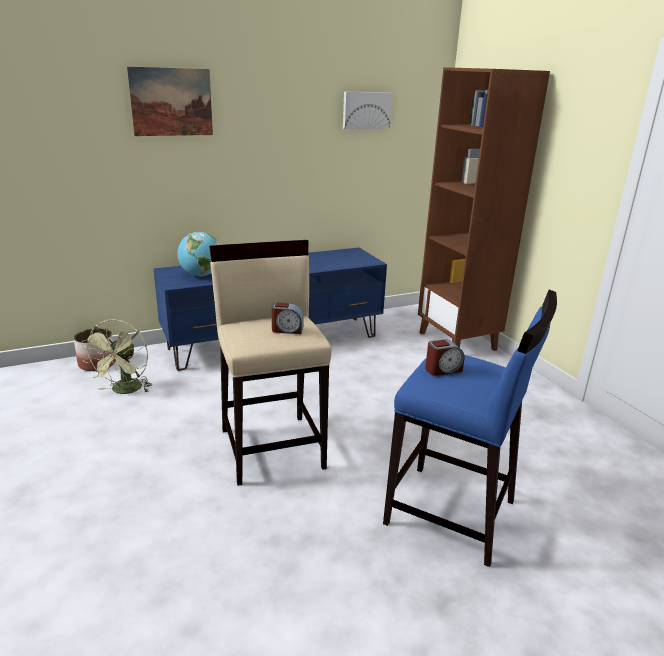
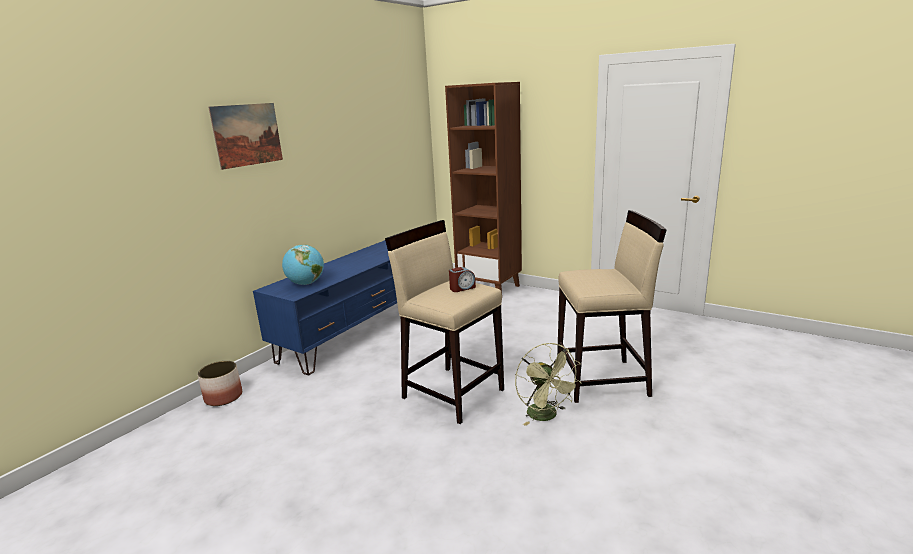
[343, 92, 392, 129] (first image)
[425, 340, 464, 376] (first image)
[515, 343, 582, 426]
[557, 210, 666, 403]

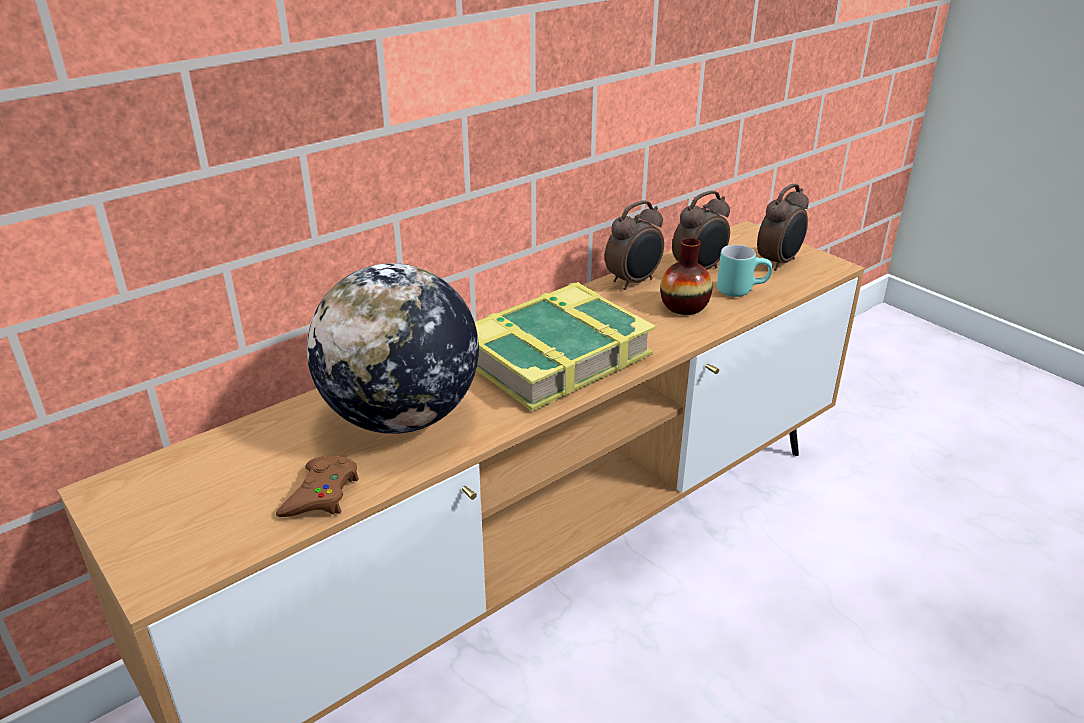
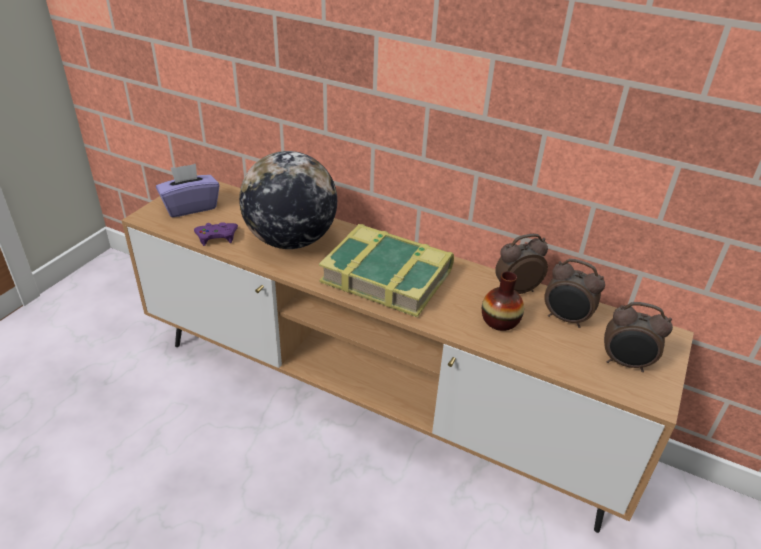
[717, 245, 773, 297] (first image)
[156, 164, 220, 217]
[194, 222, 238, 246]
[495, 234, 548, 294]

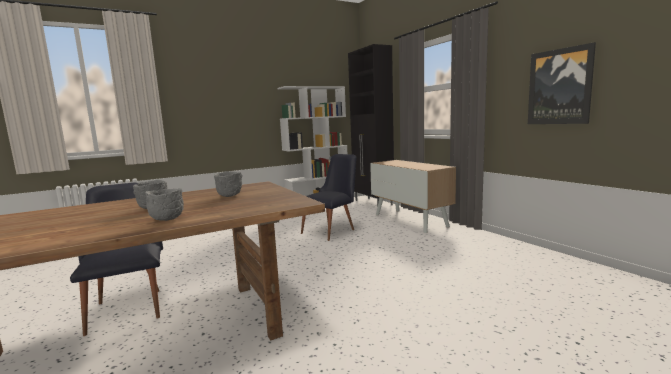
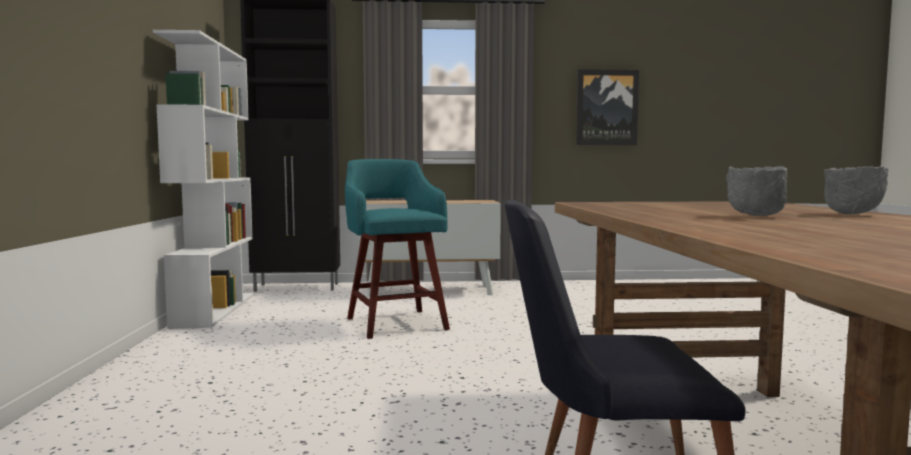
[214, 171, 243, 197] (first image)
[345, 159, 450, 339]

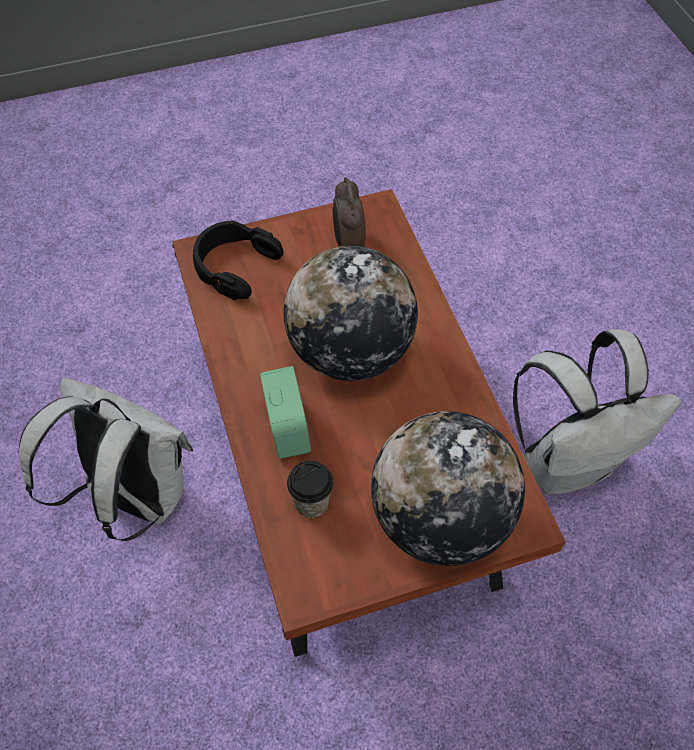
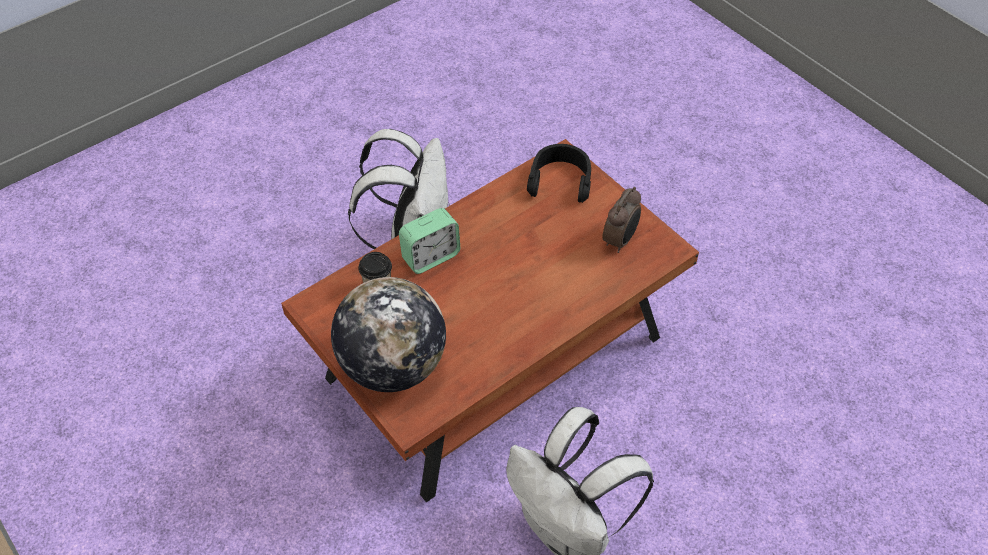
[283, 246, 418, 381] (first image)
[602, 187, 641, 253]

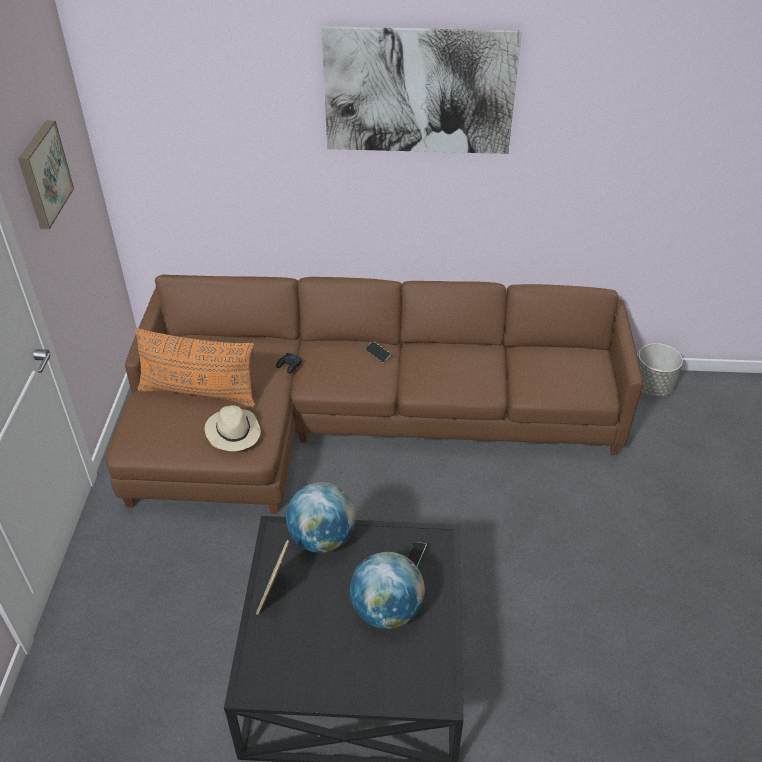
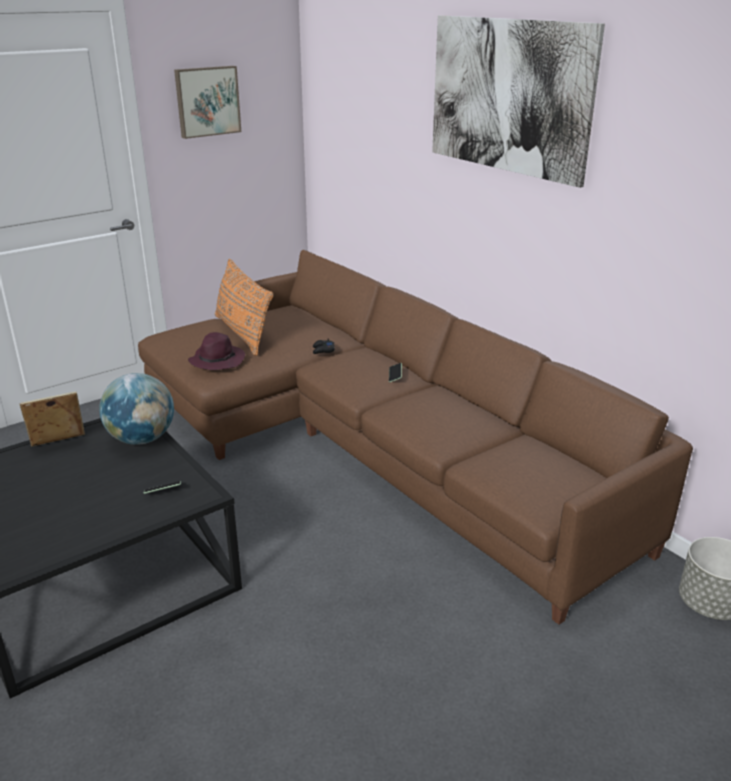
[350, 552, 425, 629] (first image)
[188, 332, 245, 370]

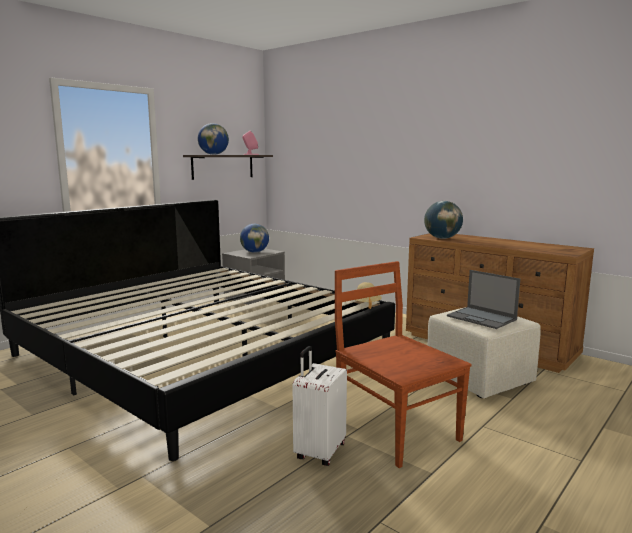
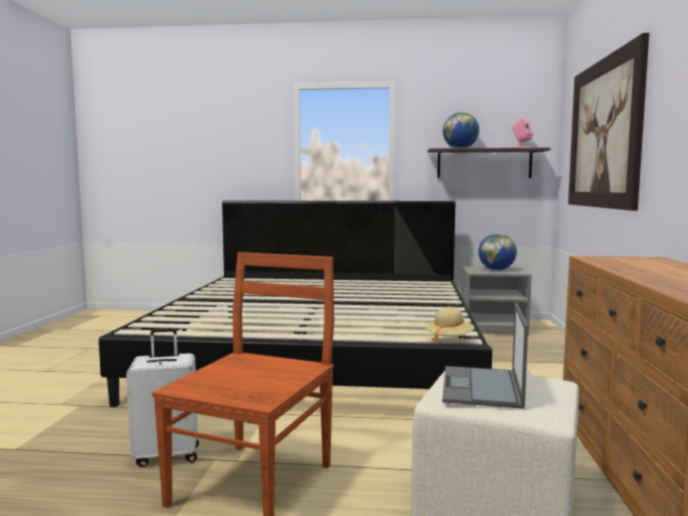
[424, 201, 463, 239] (first image)
[568, 33, 649, 211]

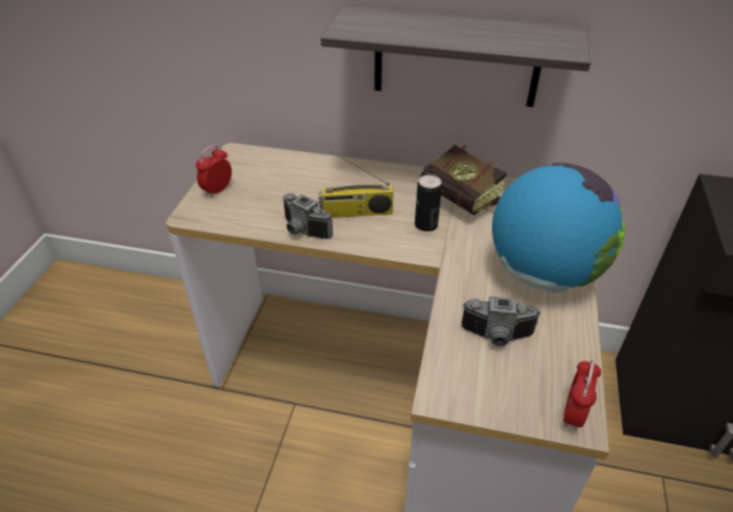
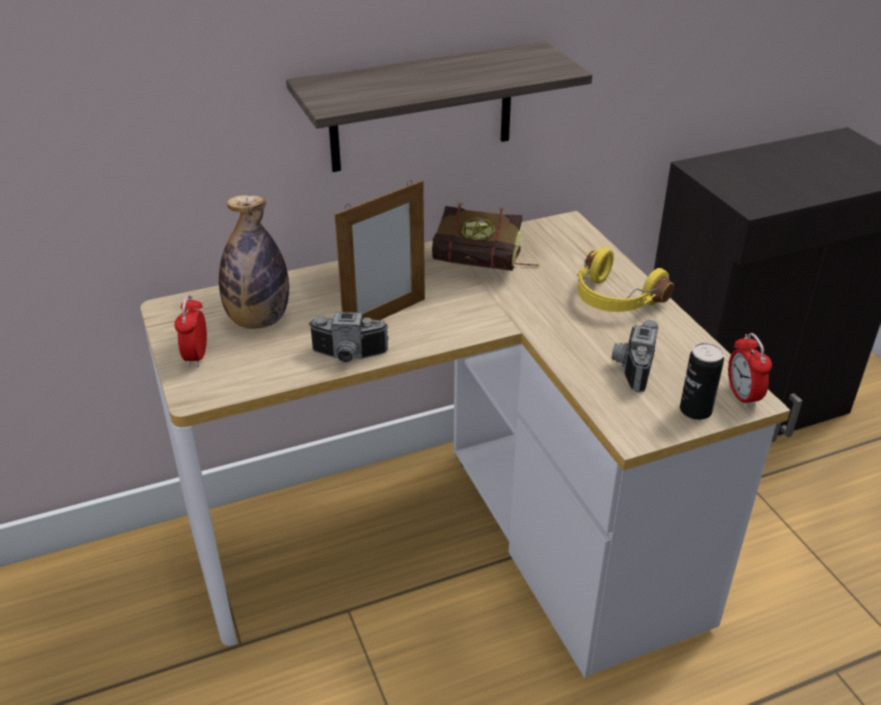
[219, 195, 289, 329]
[680, 343, 724, 420]
[335, 180, 425, 320]
[577, 247, 674, 312]
[612, 320, 659, 393]

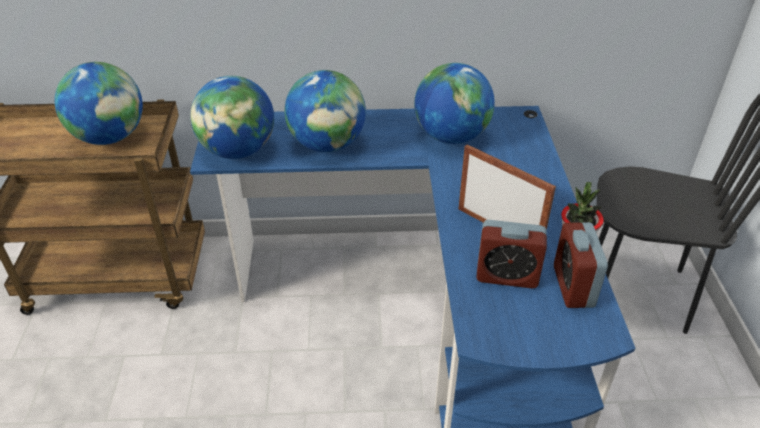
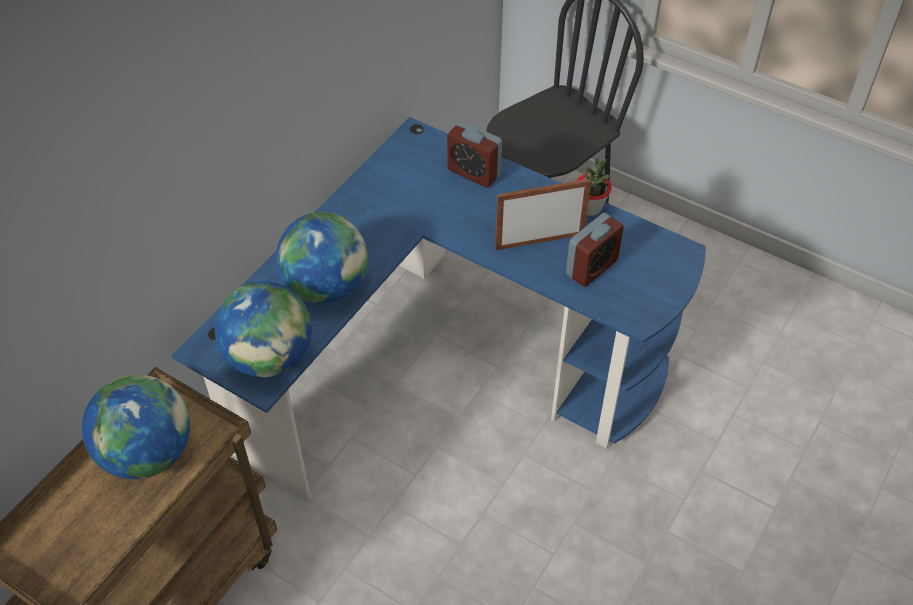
[414, 63, 495, 144] (first image)
[447, 121, 502, 187]

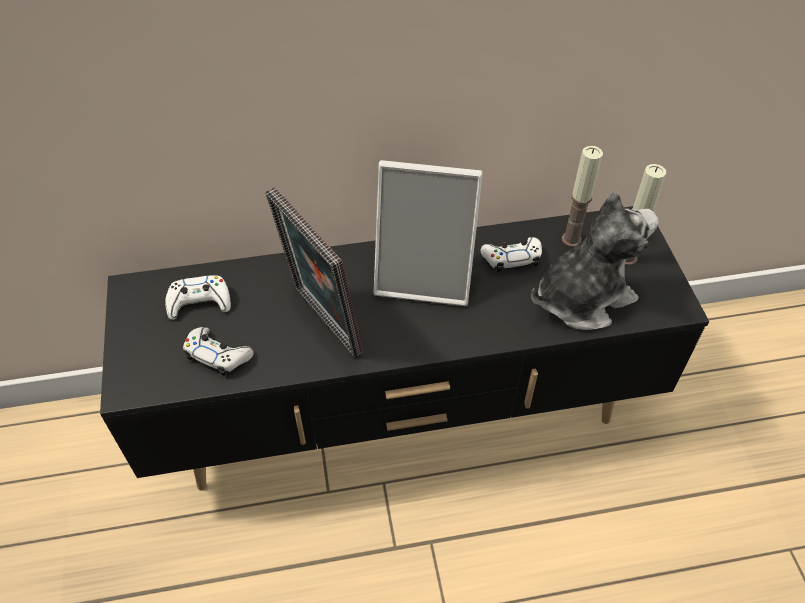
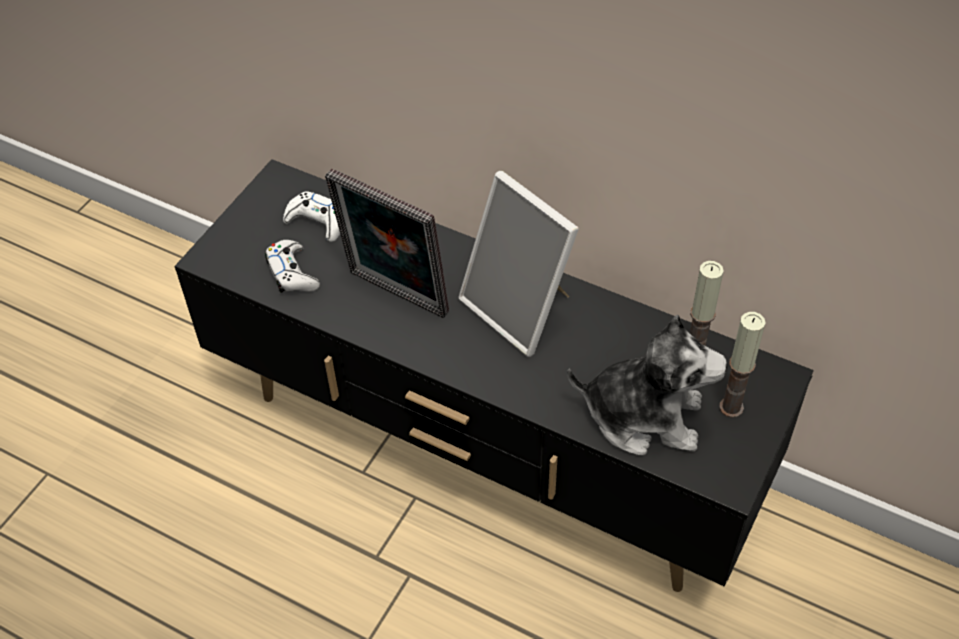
[481, 237, 542, 272] (first image)
[325, 168, 449, 318]

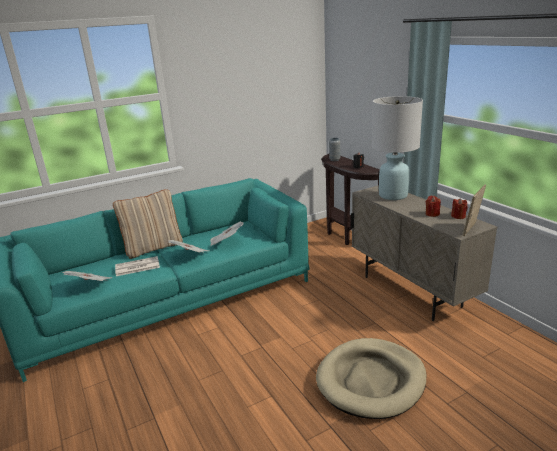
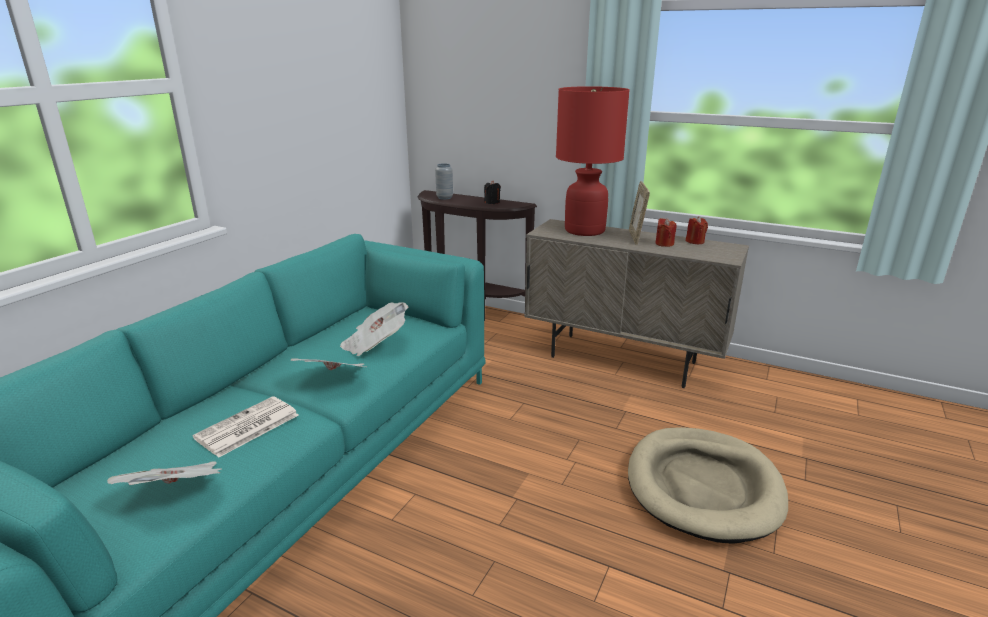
[113, 189, 183, 259] (first image)
[629, 181, 650, 245]
[556, 86, 630, 236]

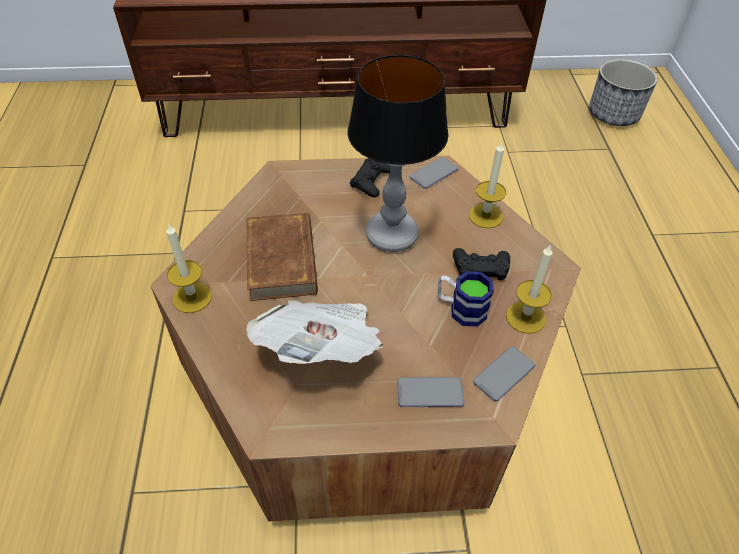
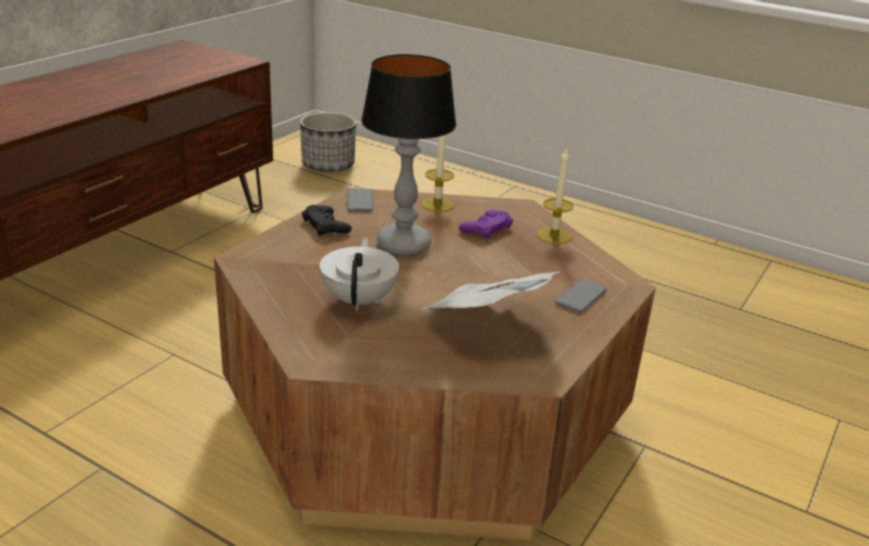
[166, 223, 212, 313] (first image)
[438, 271, 494, 327] (first image)
[473, 346, 536, 401] (first image)
[320, 237, 399, 310]
[459, 210, 513, 239]

